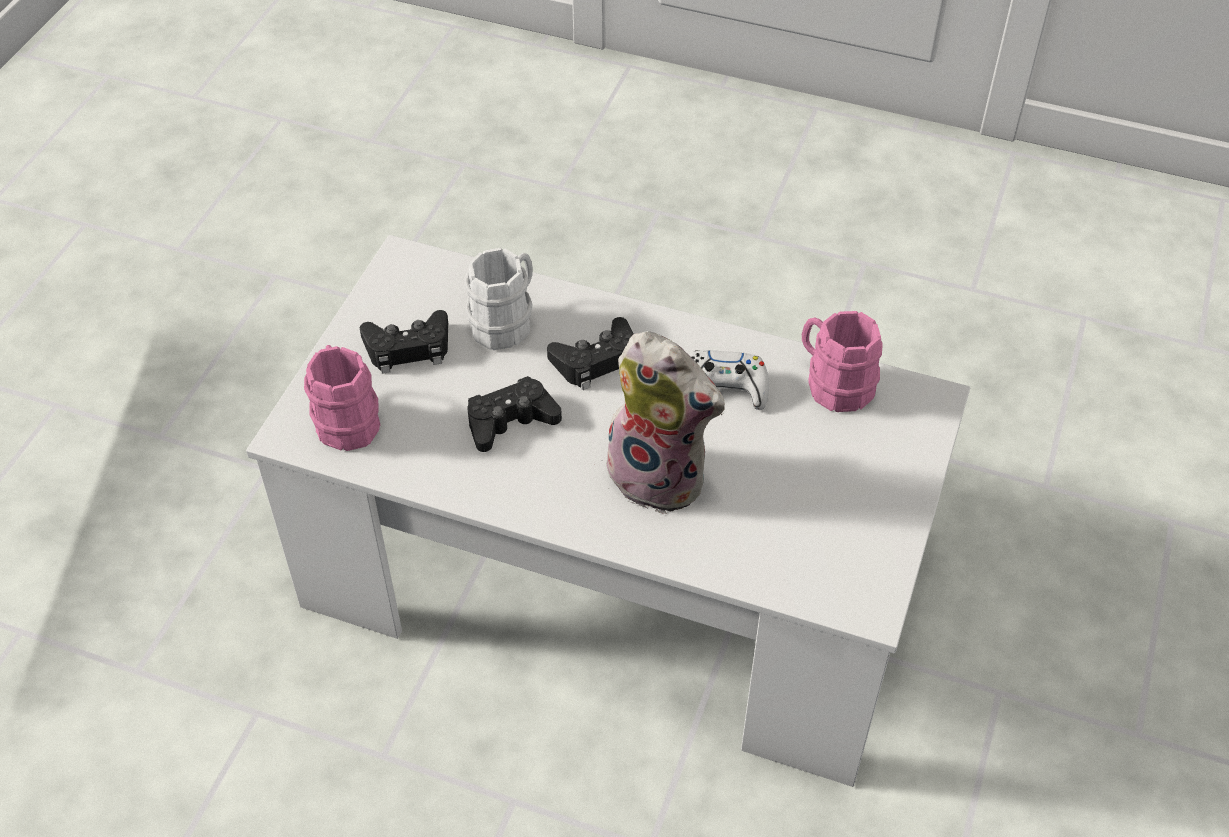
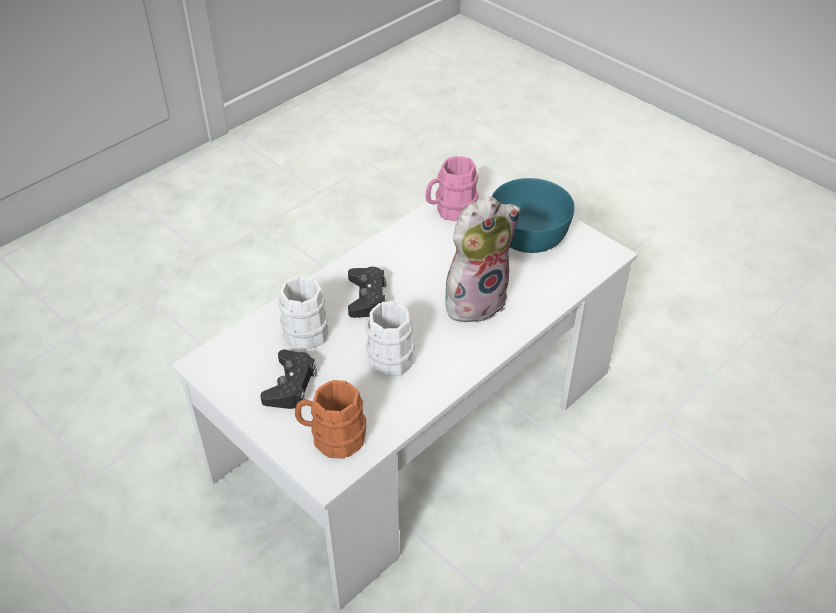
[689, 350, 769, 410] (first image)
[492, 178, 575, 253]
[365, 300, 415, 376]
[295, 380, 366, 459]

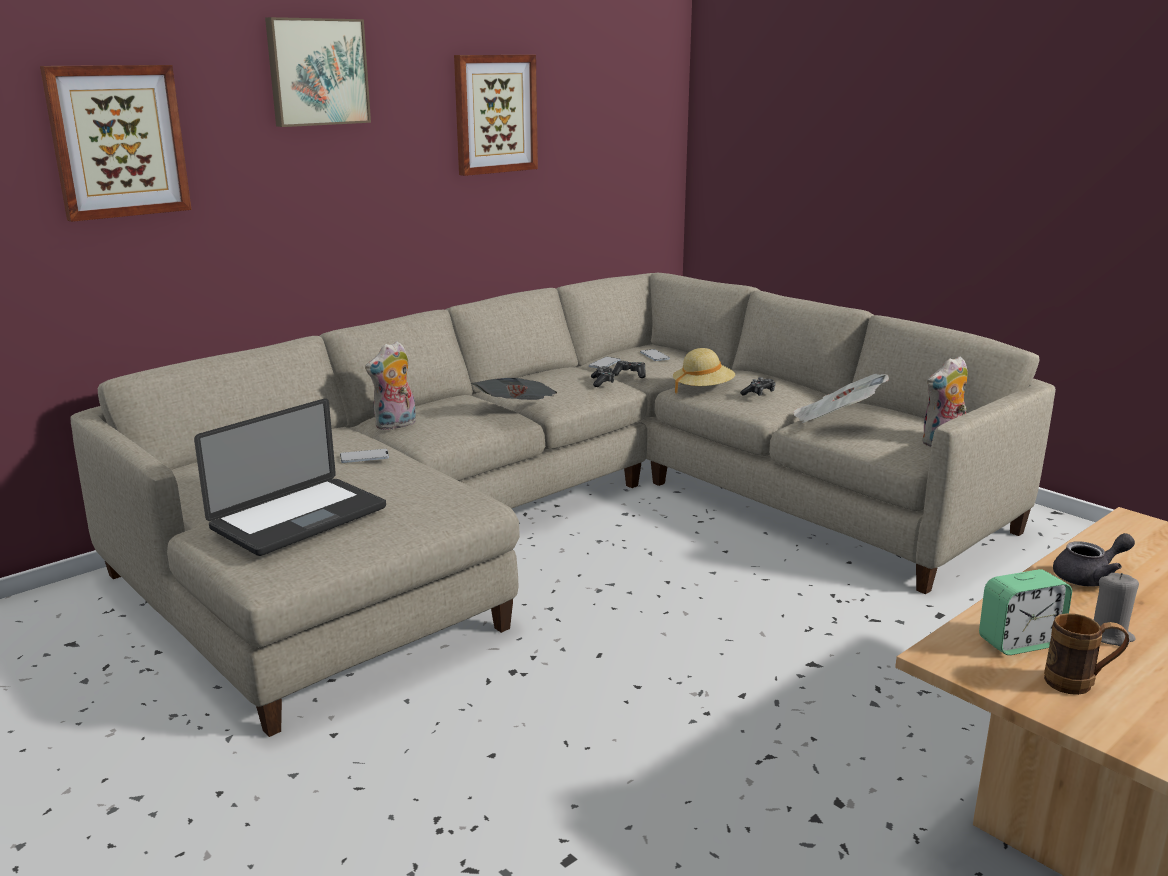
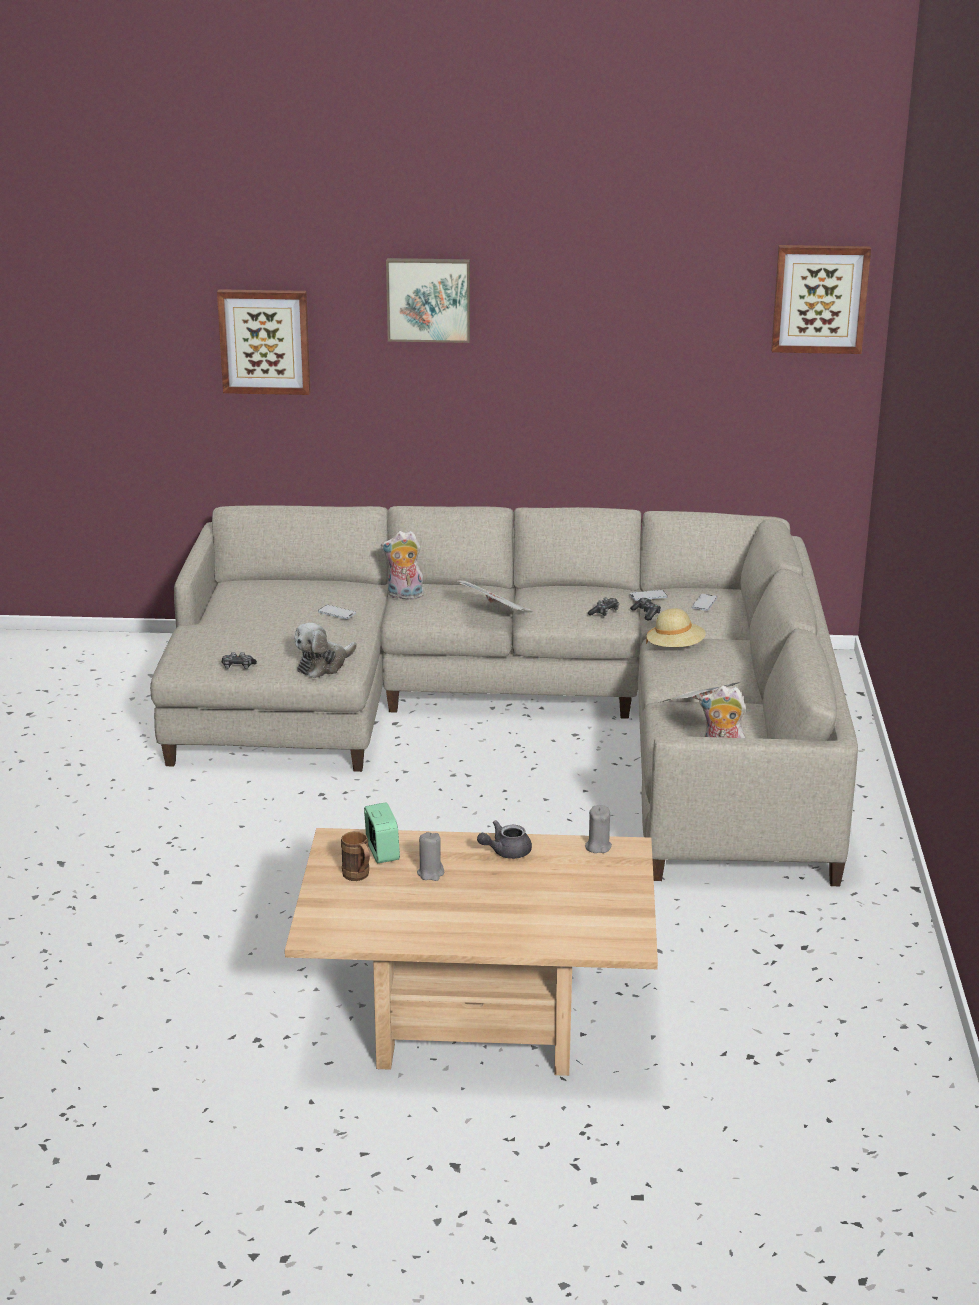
[194, 398, 386, 556] (first image)
[294, 623, 357, 678]
[585, 805, 612, 853]
[771, 245, 871, 354]
[222, 652, 257, 669]
[364, 802, 400, 863]
[477, 820, 532, 859]

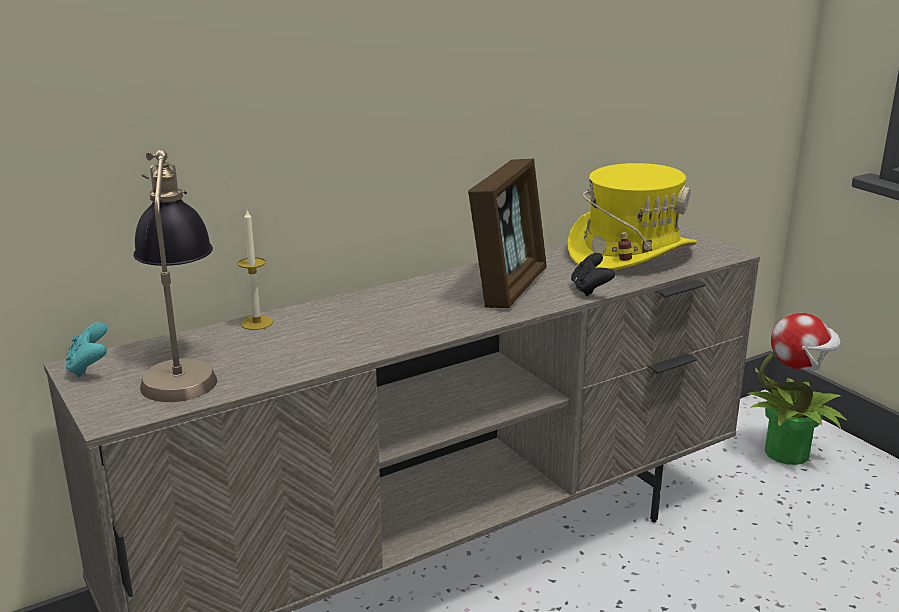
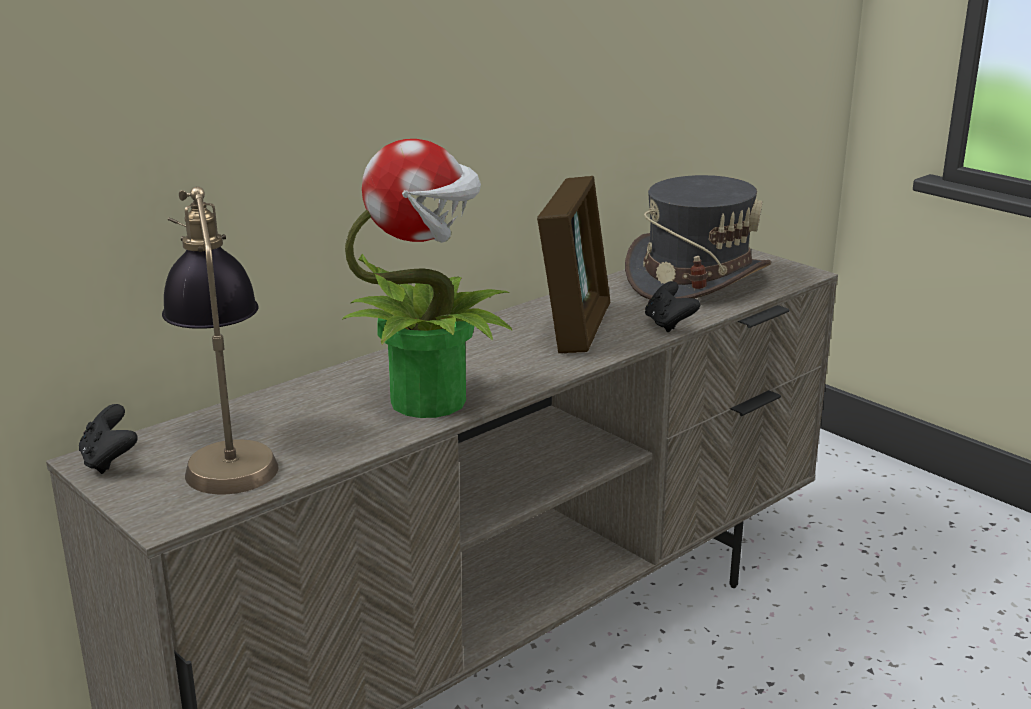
[237, 210, 273, 330] (first image)
[342, 139, 512, 418]
[79, 404, 138, 474]
[625, 175, 772, 300]

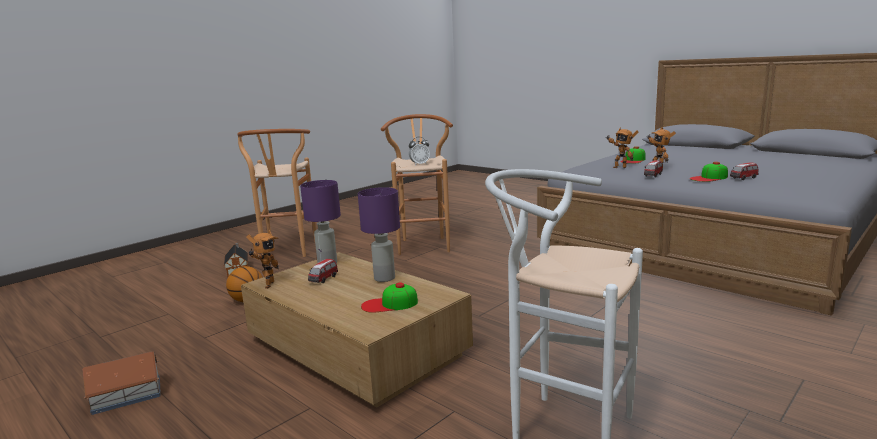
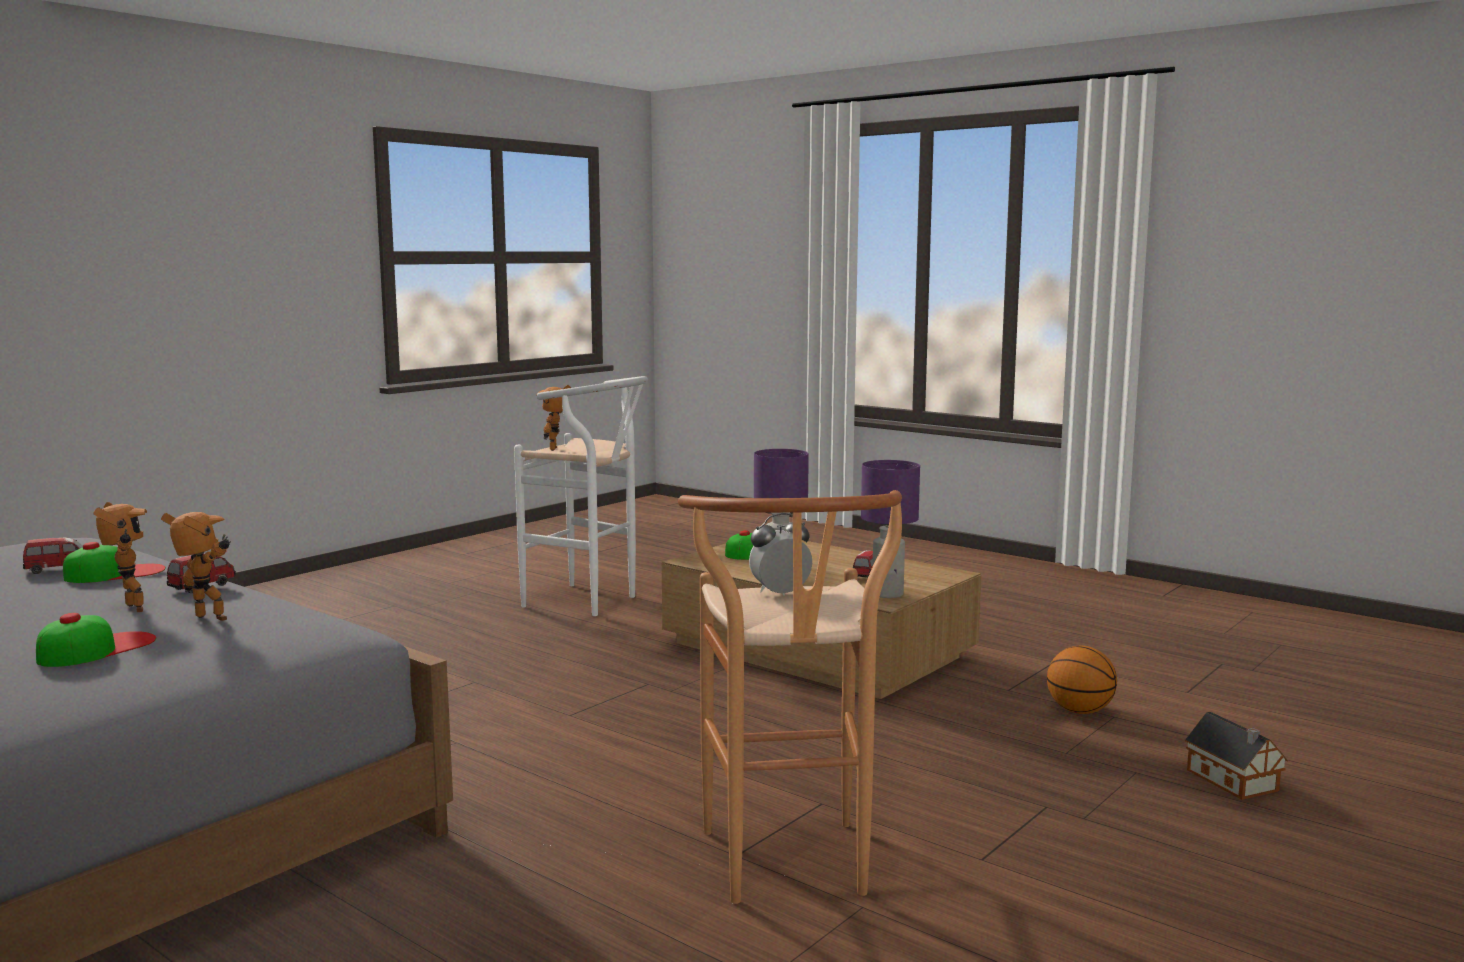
[82, 351, 161, 415] (first image)
[238, 129, 316, 257] (first image)
[536, 385, 571, 451]

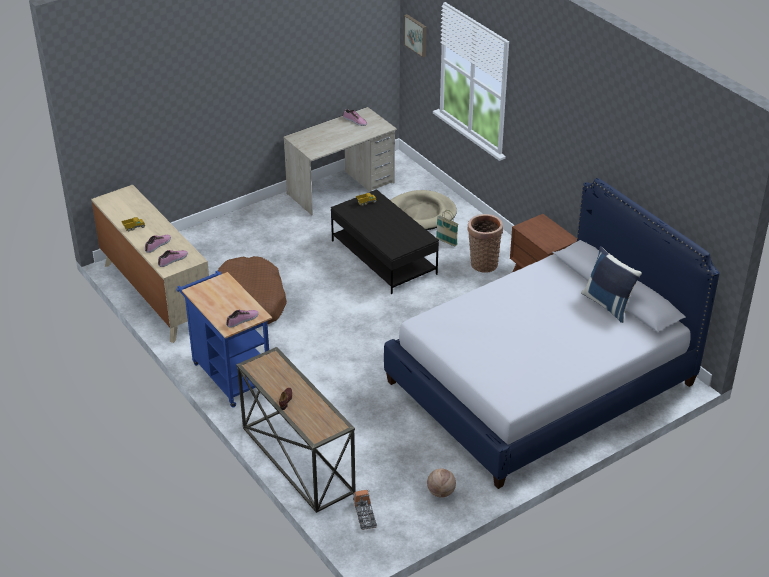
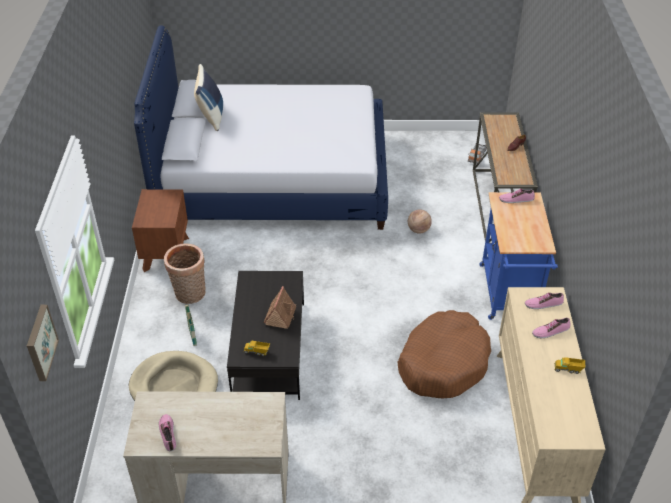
[264, 286, 296, 329]
[408, 210, 432, 234]

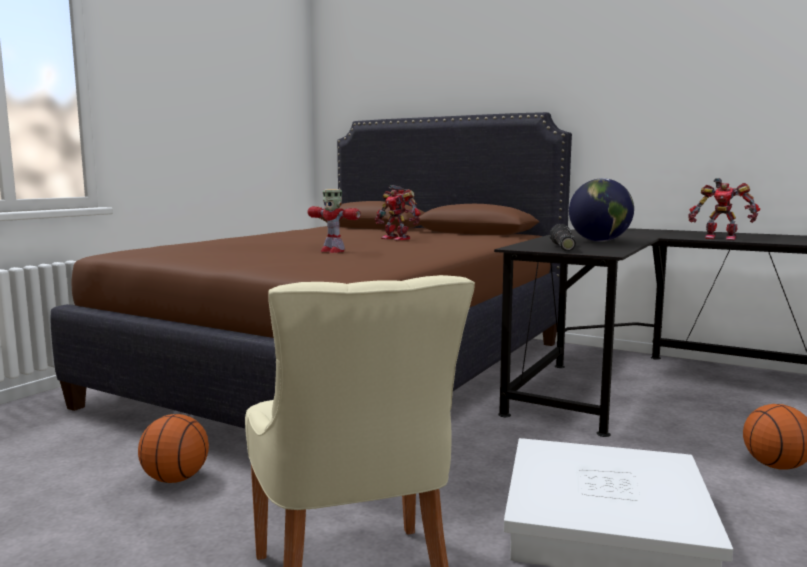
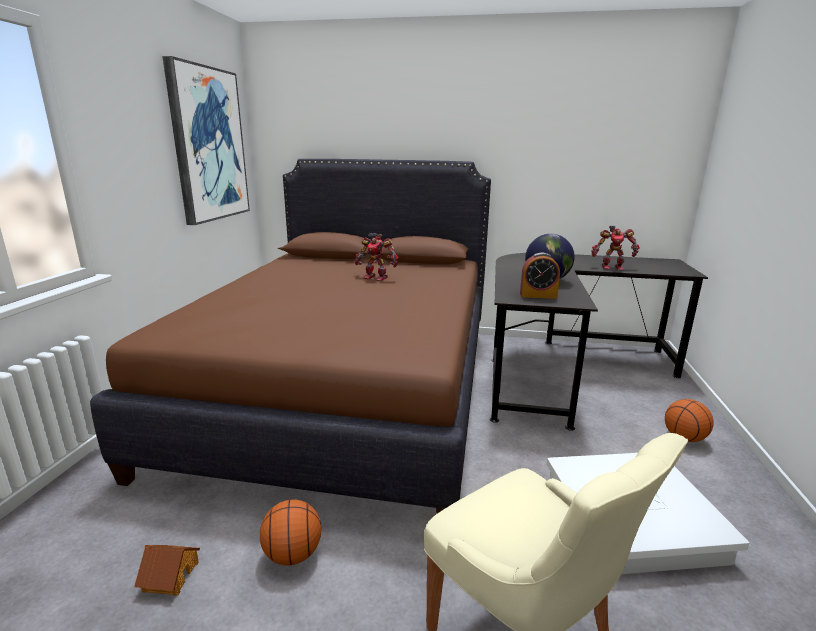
[308, 189, 361, 253] (first image)
[134, 545, 200, 596]
[162, 56, 250, 225]
[520, 252, 560, 299]

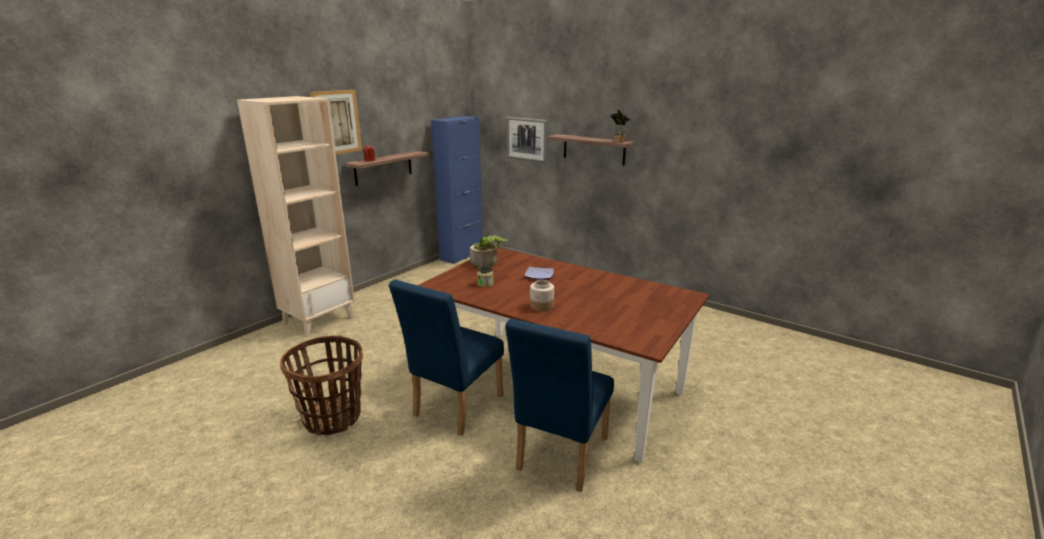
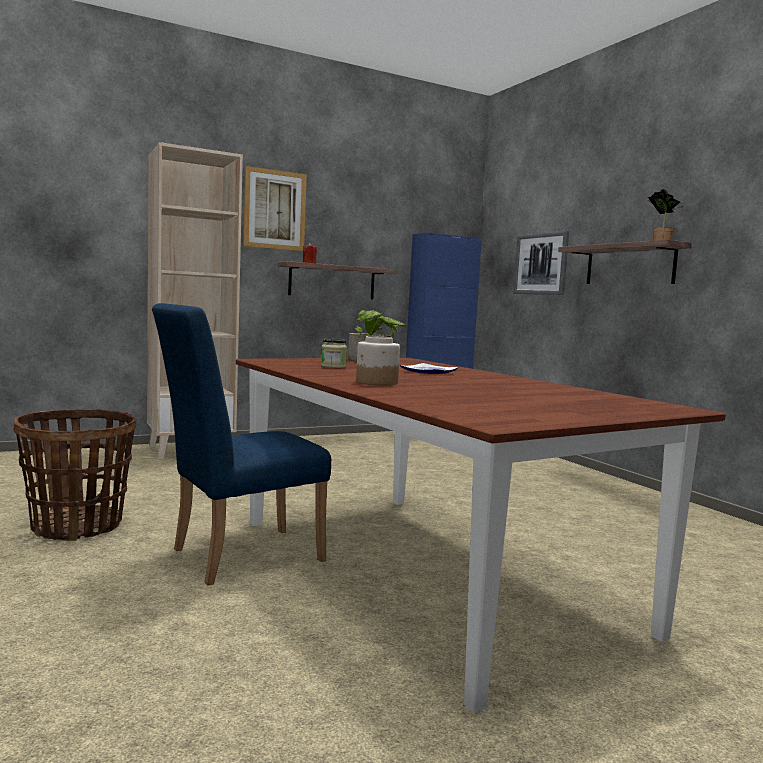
[505, 318, 614, 492] (first image)

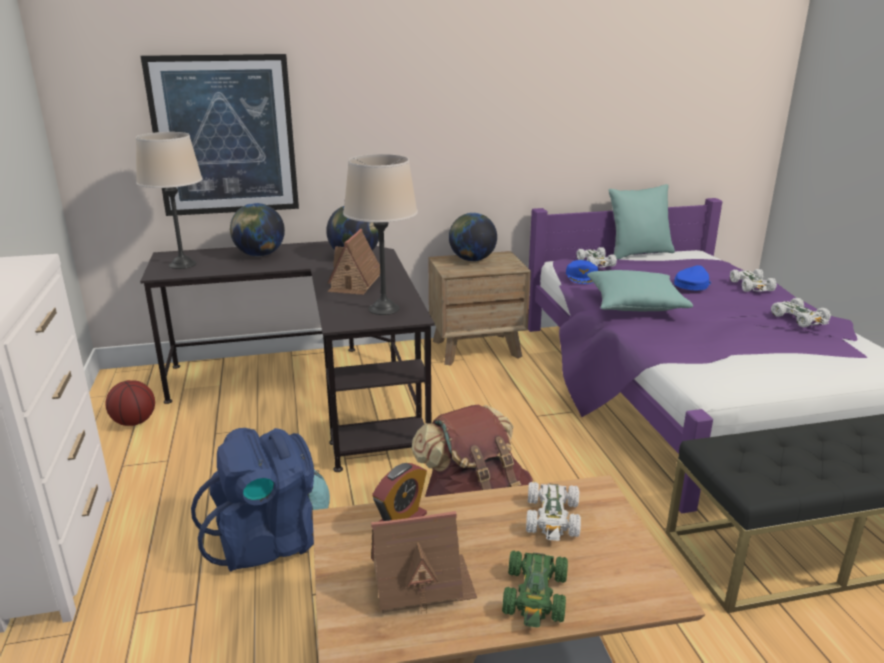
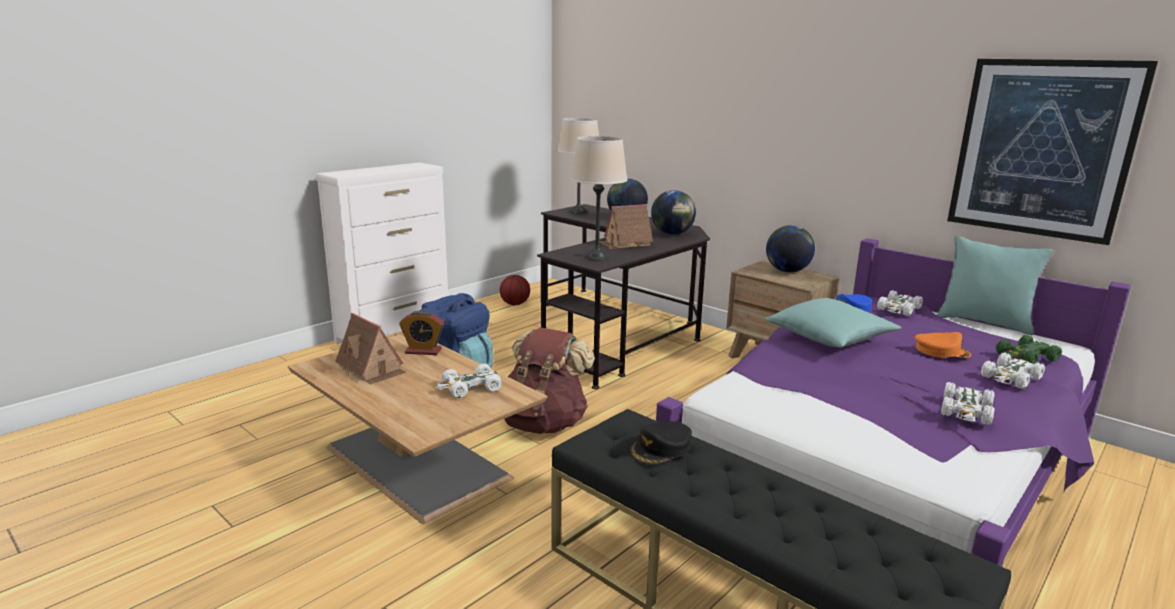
[629, 421, 692, 465]
[947, 59, 1158, 245]
[996, 335, 1062, 364]
[914, 332, 972, 358]

